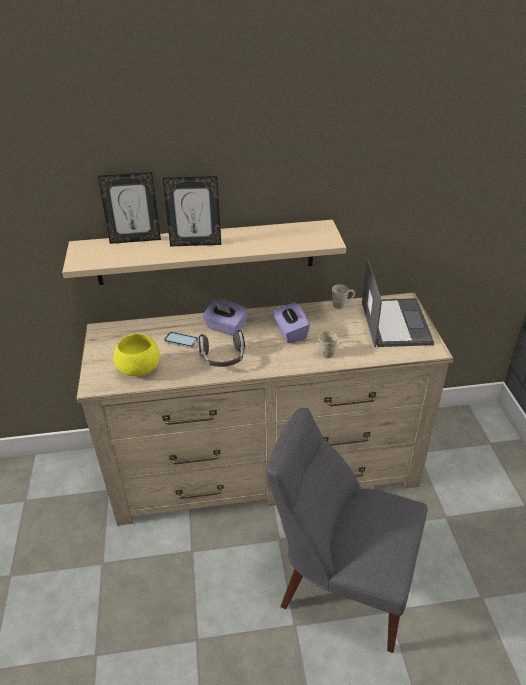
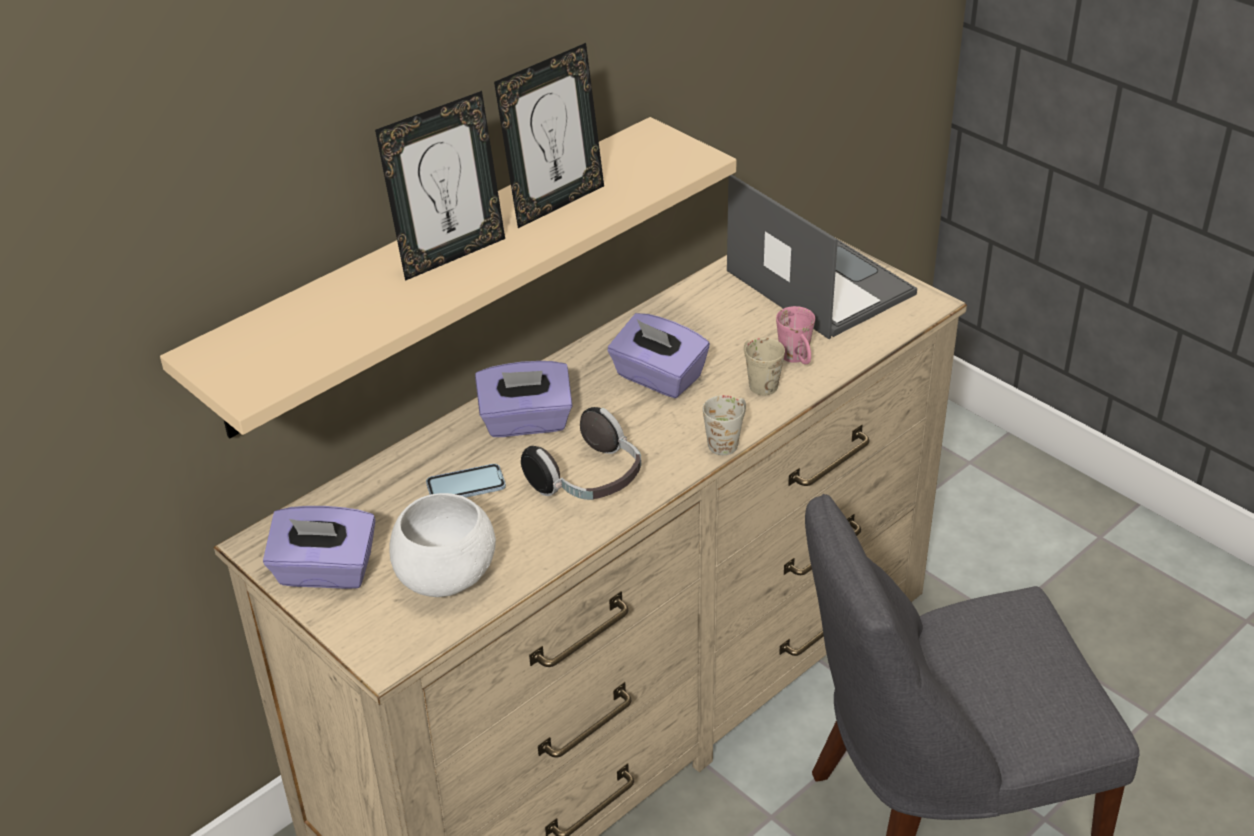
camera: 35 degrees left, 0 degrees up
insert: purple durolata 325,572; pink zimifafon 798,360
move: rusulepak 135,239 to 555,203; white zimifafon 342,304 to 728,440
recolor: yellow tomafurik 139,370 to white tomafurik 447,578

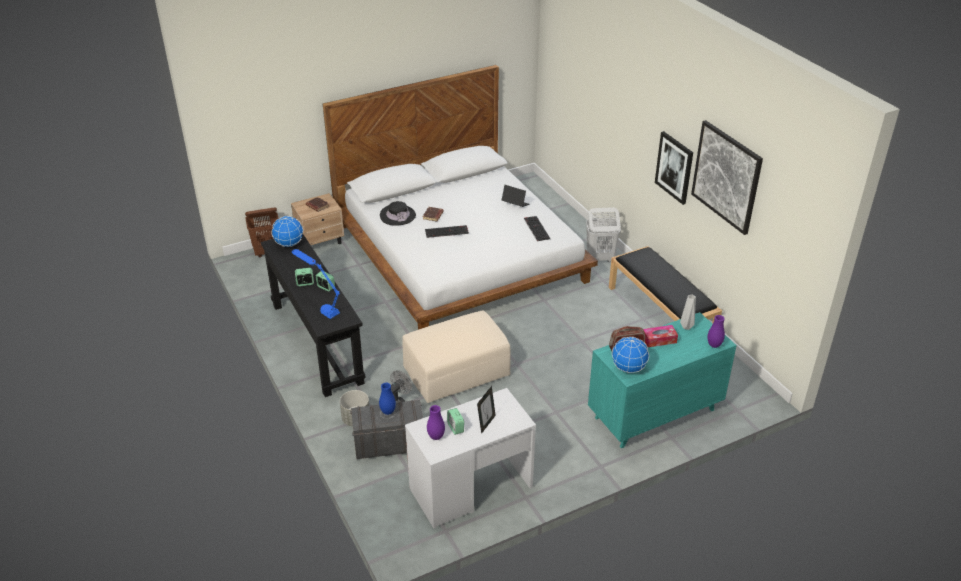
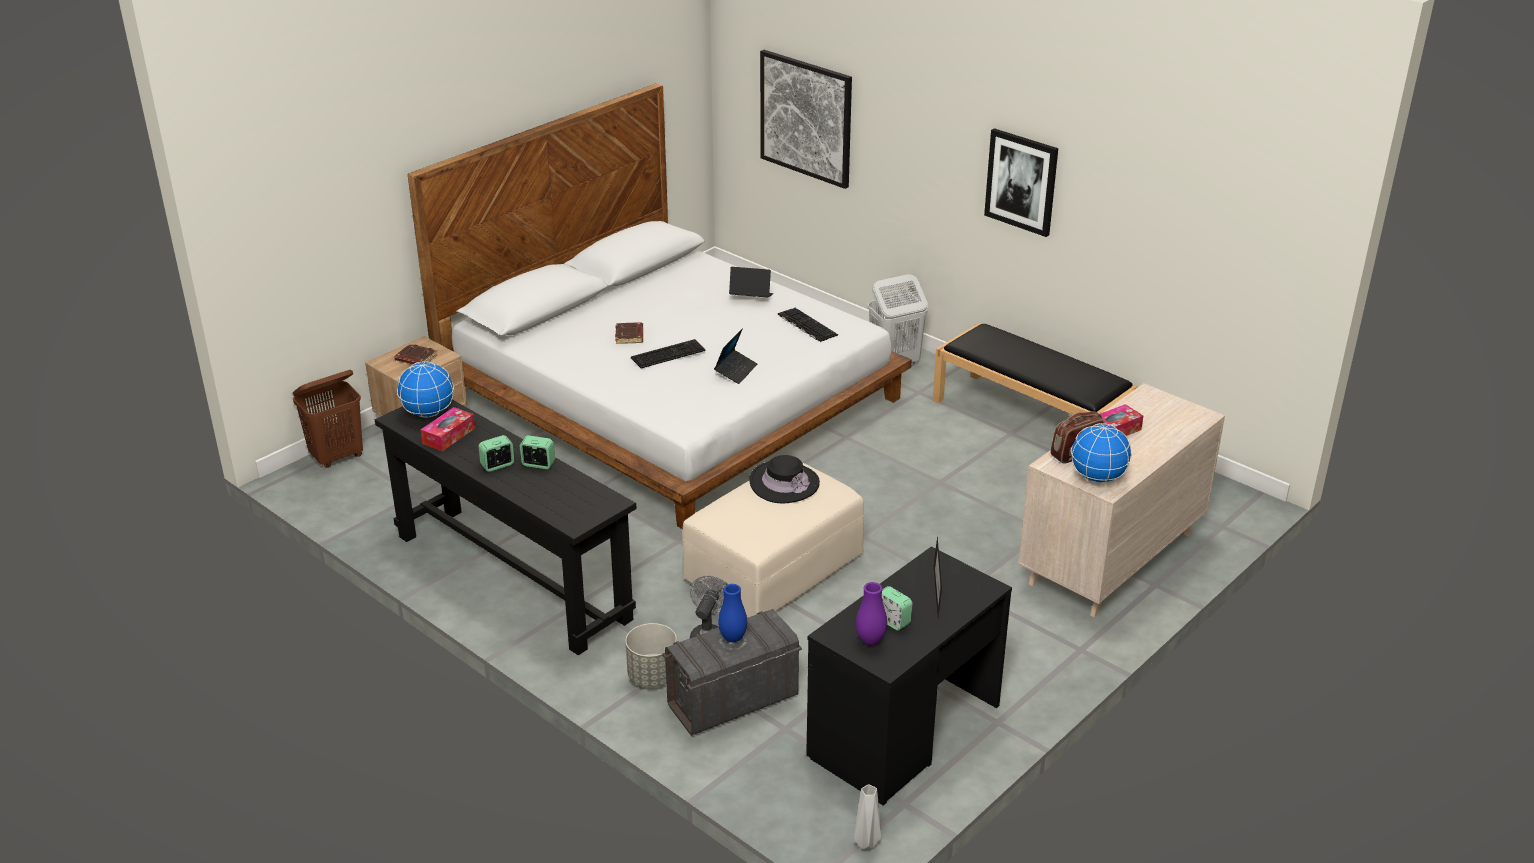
camera: 20 degrees left, 5 degrees down
delete: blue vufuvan 320,306; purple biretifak 714,345
insert: durolata 449,436; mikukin 736,371
move: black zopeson 397,215 to 784,483; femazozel 726,176 to 806,118; grey biretifak 687,326 to 867,843
recolor: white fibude 471,488 to black fibude 904,731; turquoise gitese 654,414 to beige gitese 1111,559

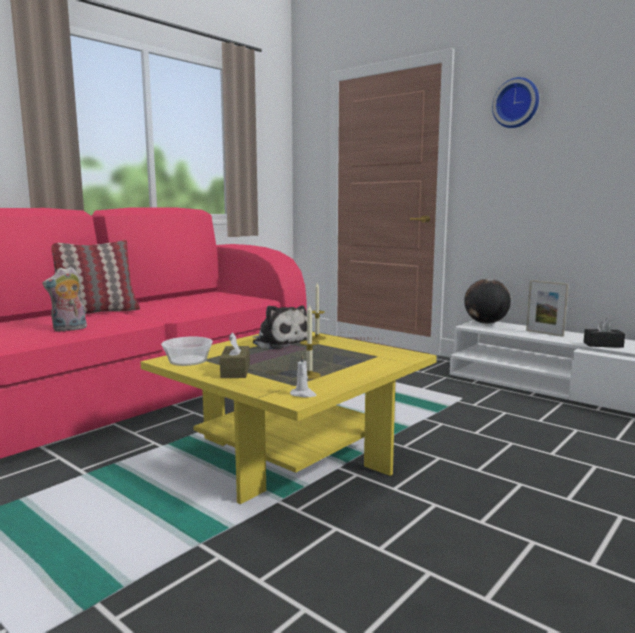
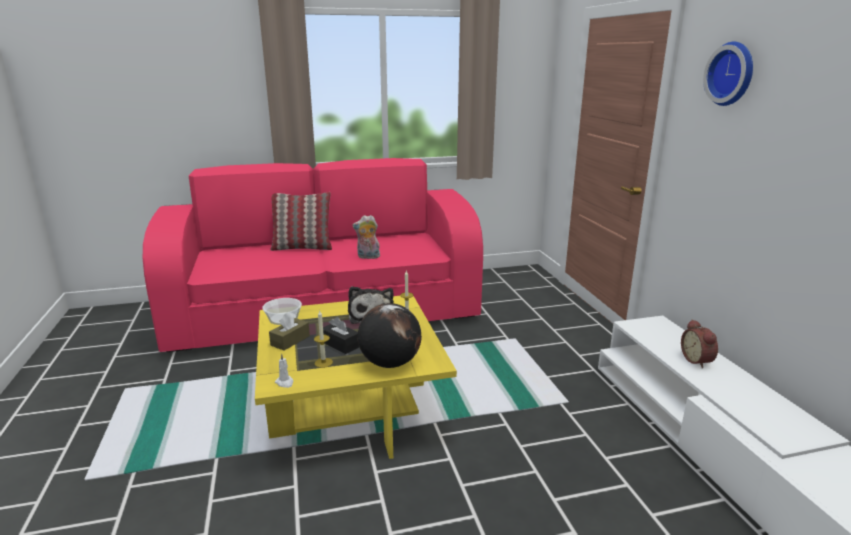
camera: 35 degrees right, 10 degrees up
move: black durolata 603,345 to 340,344; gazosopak 69,329 to 368,257; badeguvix 485,323 to 389,363
replace: rusulepak 544,333 to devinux 698,360

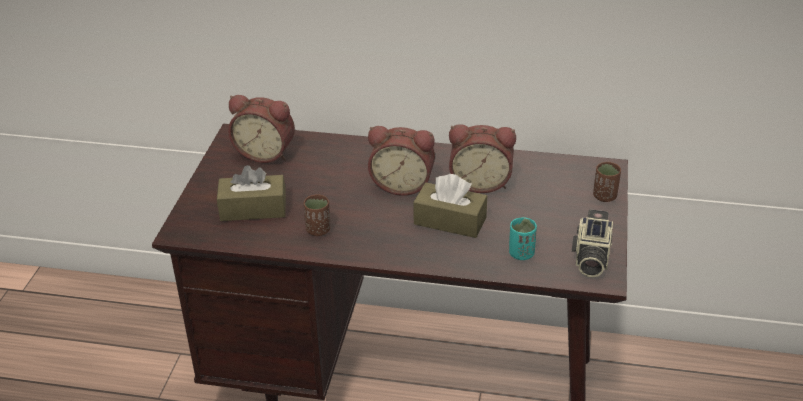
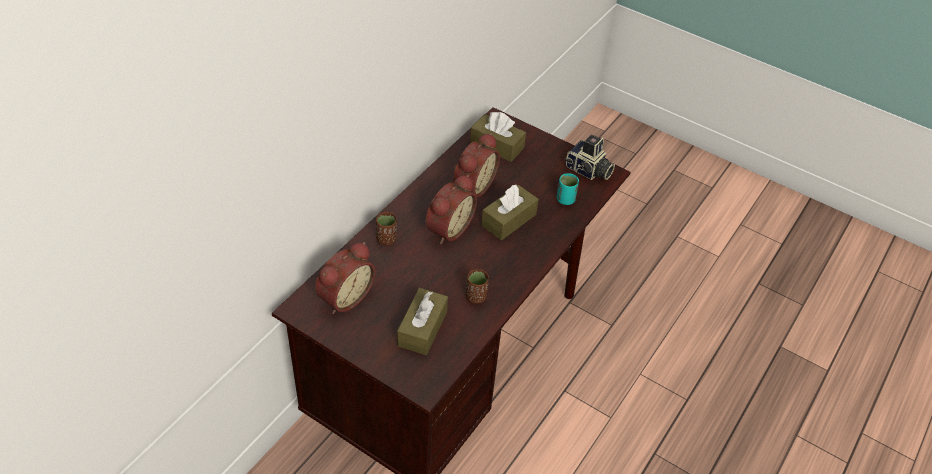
camera: 70 degrees left, 10 degrees up
insert: brown durolata 497,145
move: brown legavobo 604,196 to 386,239

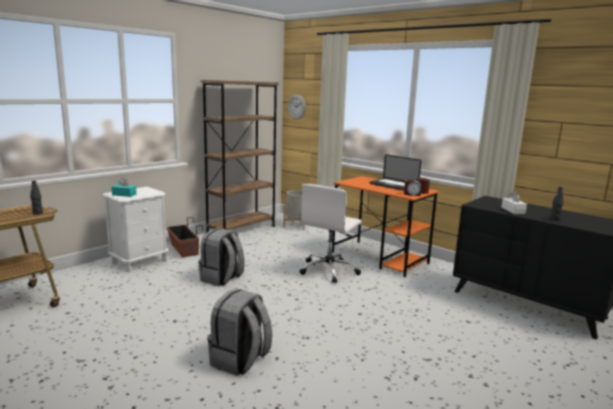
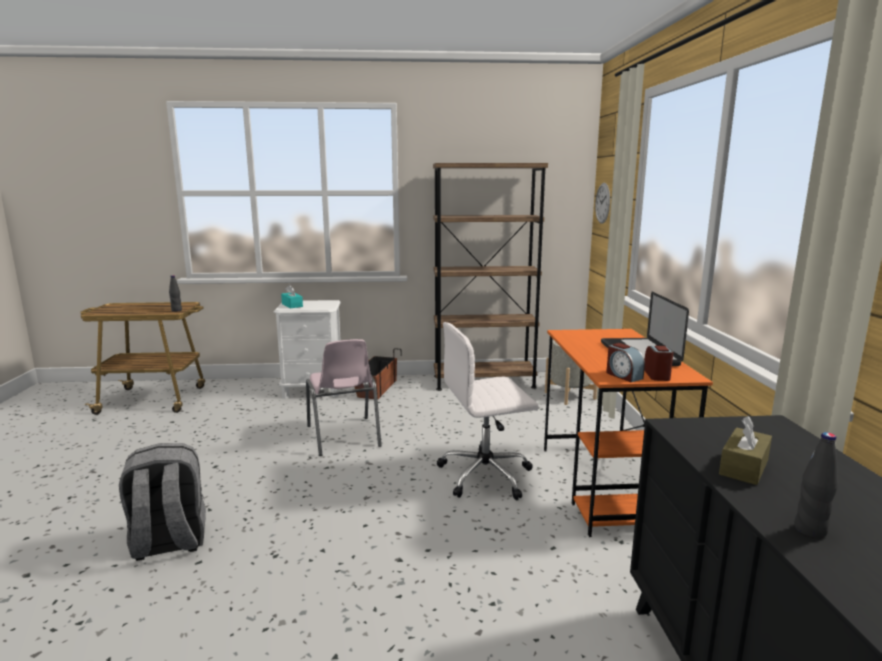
camera: 45 degrees right, 0 degrees up
replace: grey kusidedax 222,279 to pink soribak 343,436
recolor: white durolata 513,210 to brown durolata 744,467

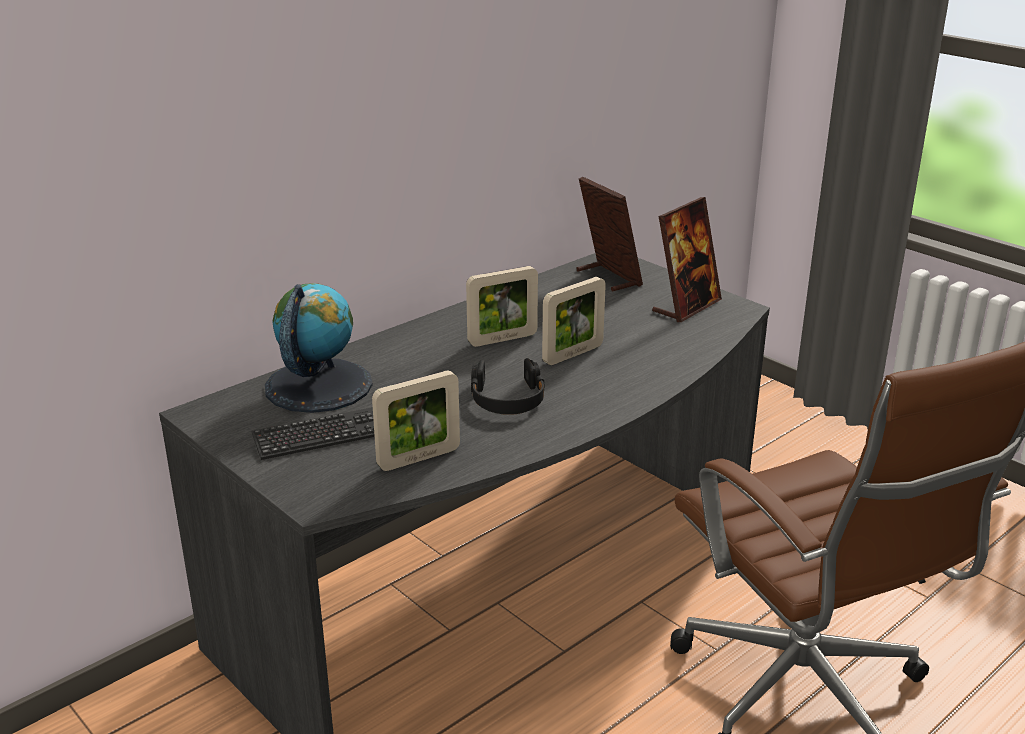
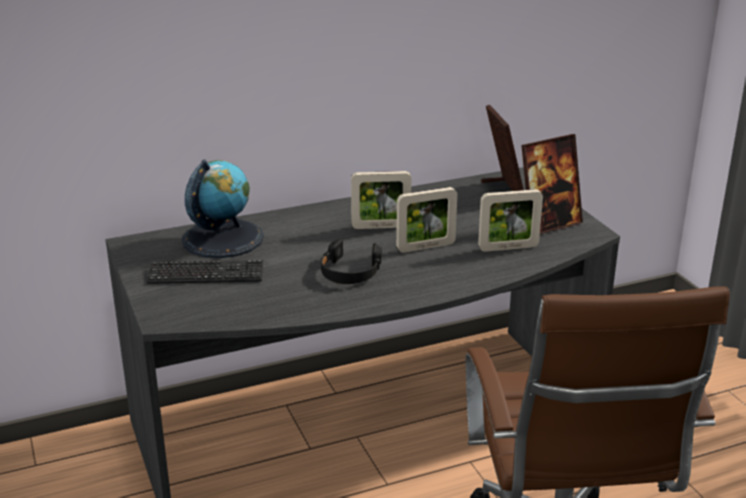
camera: 20 degrees right, 0 degrees up
move: rusulepak 419,458 to 508,248

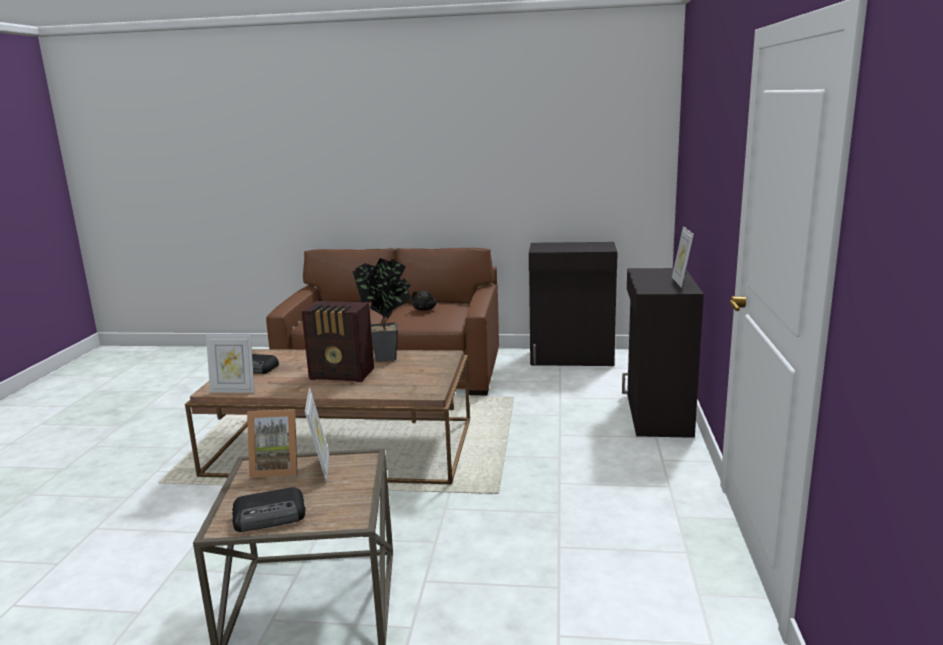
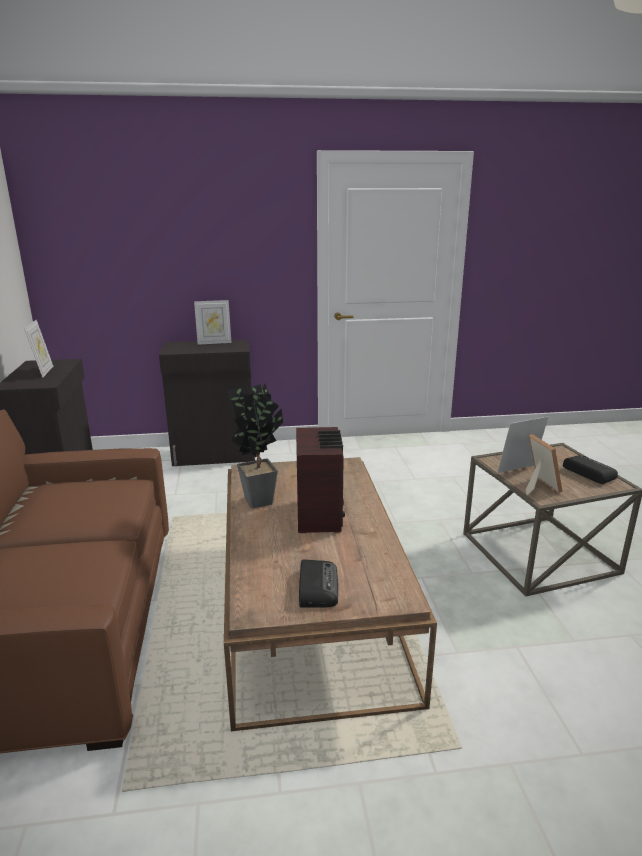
camera: 105 degrees left, 5 degrees up
delete: black gazosopak 424,309
move: rusulepak 234,390 to 43,372

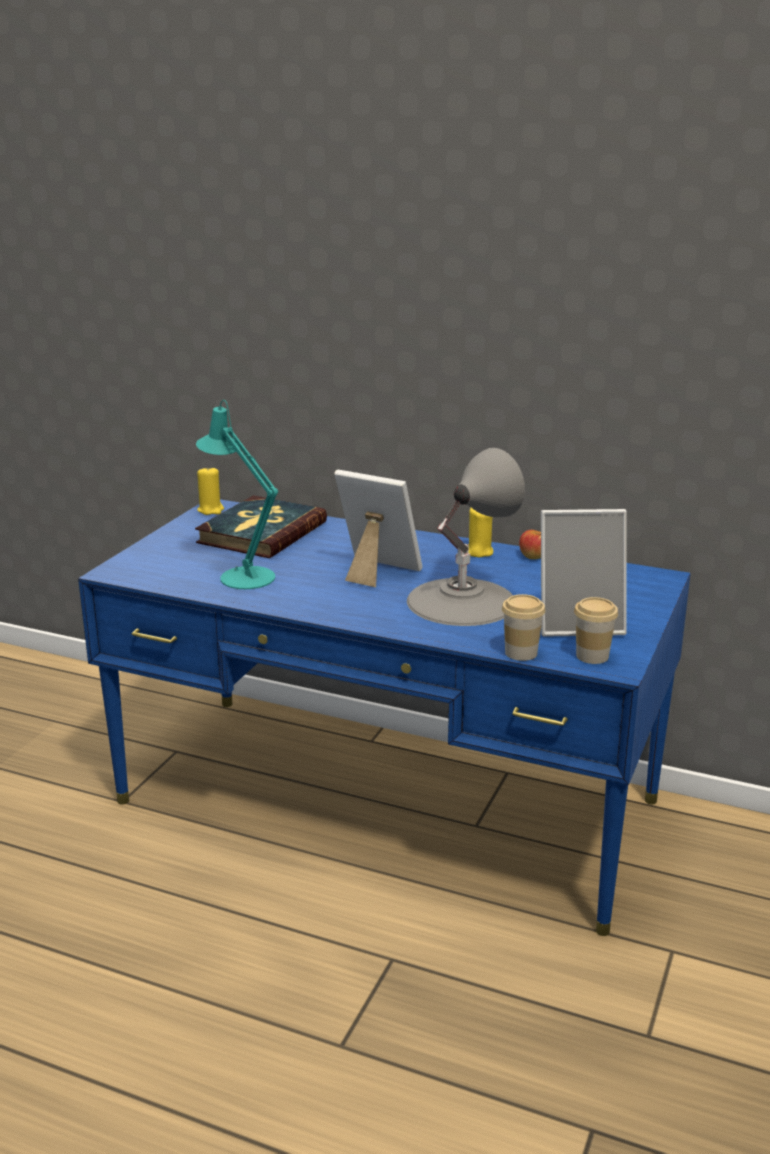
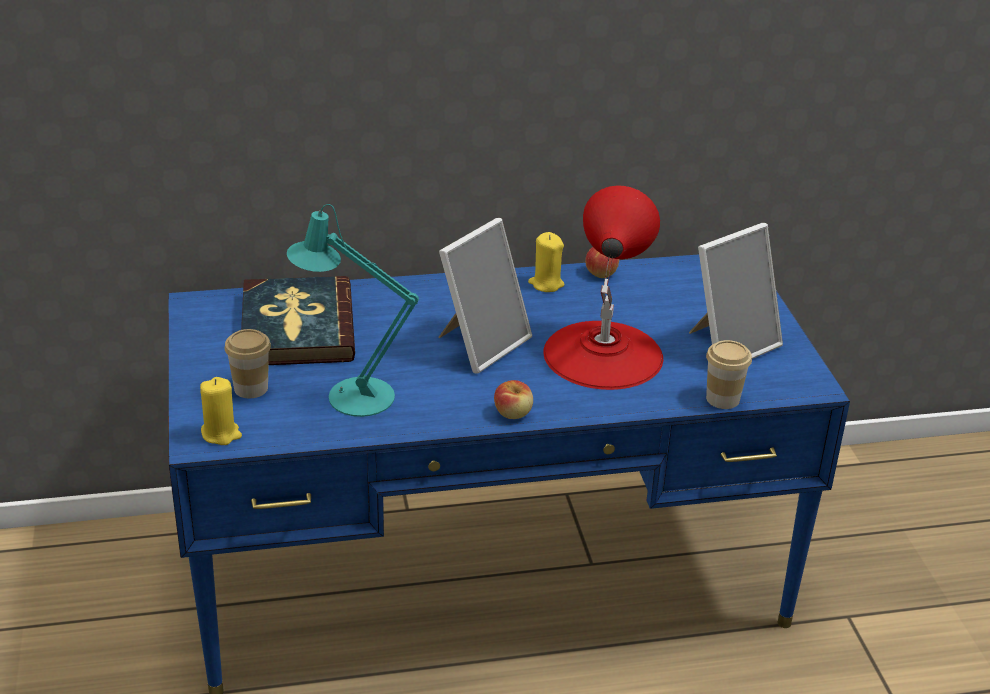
camera: 35 degrees left, 10 degrees up
insert: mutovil 513,413
move: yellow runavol 211,510 to 221,434; legavobo 592,656 to 251,388
recolor: grey vufuvan 461,601 to red vufuvan 602,354
rotate: rusulepak 375,572 = 481,344 135 degrees clockwise

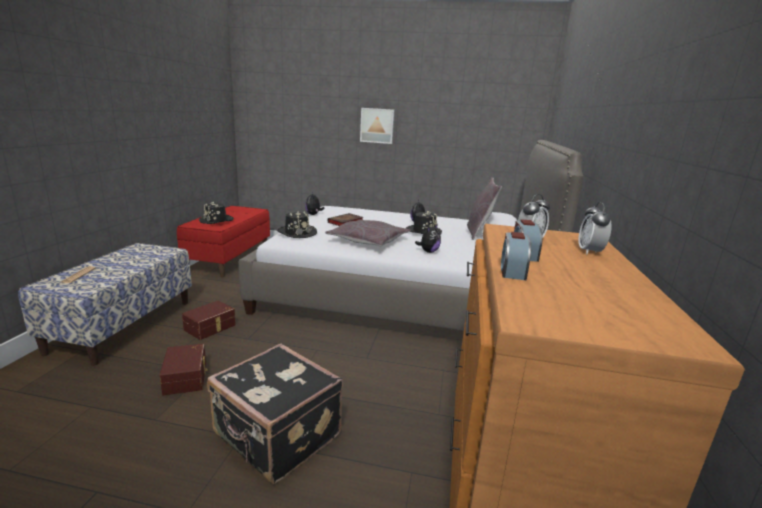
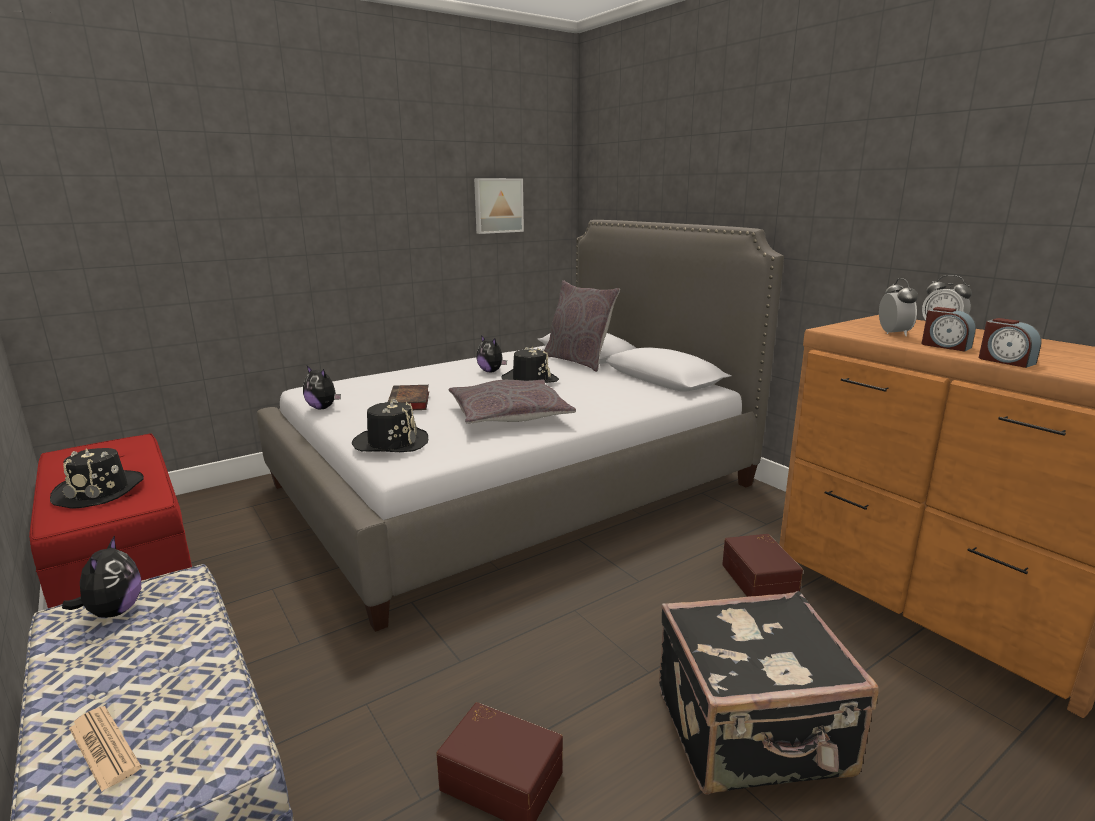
camera: 45 degrees left, 0 degrees up
move: gazosopak 428,251 to 113,612; femazozel 377,125 to 498,205; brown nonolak 210,327 to 760,580

